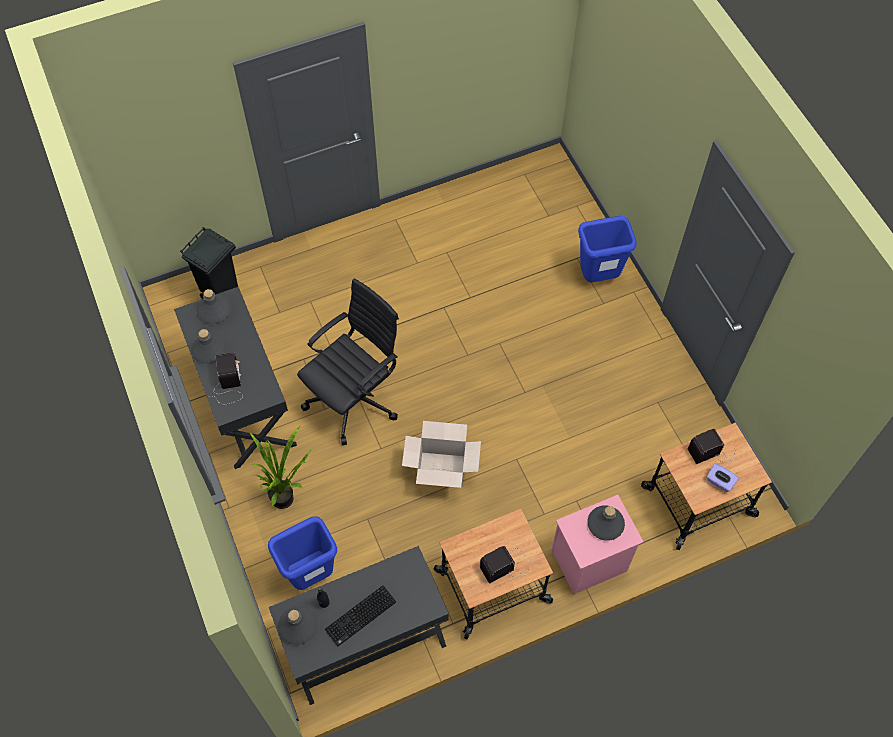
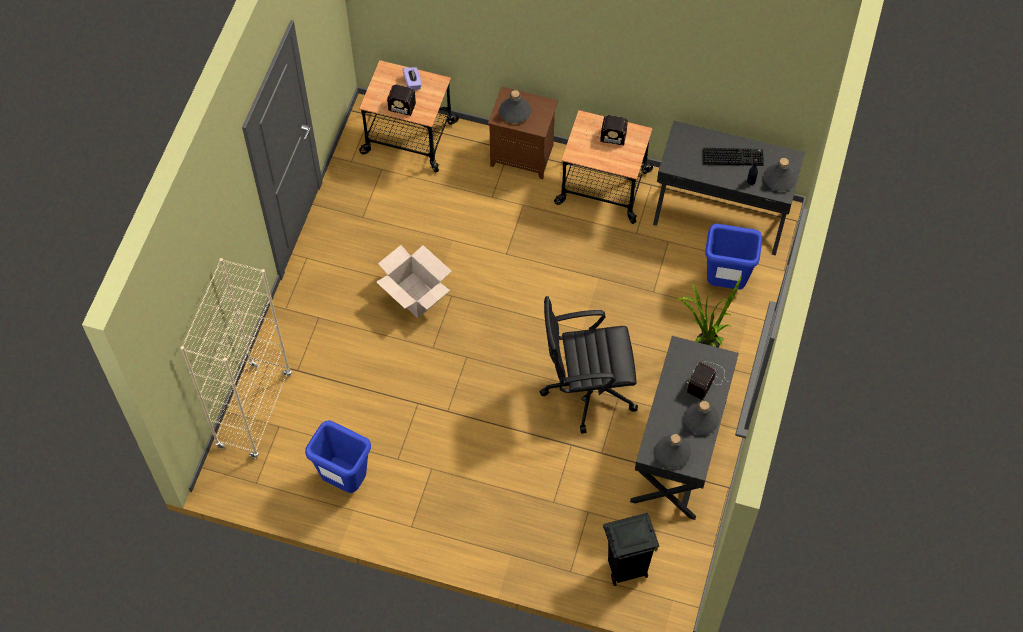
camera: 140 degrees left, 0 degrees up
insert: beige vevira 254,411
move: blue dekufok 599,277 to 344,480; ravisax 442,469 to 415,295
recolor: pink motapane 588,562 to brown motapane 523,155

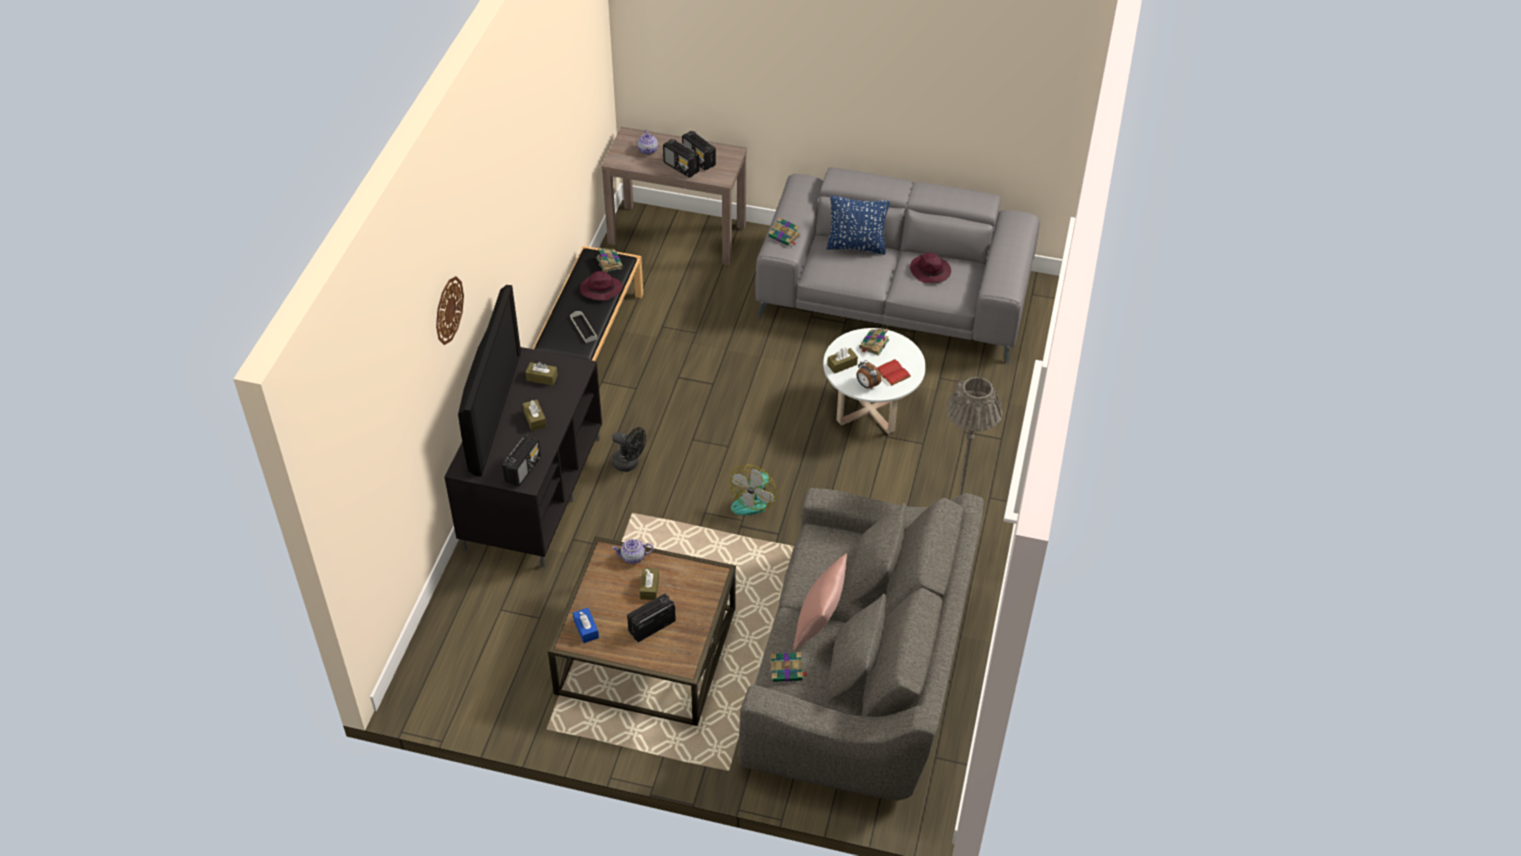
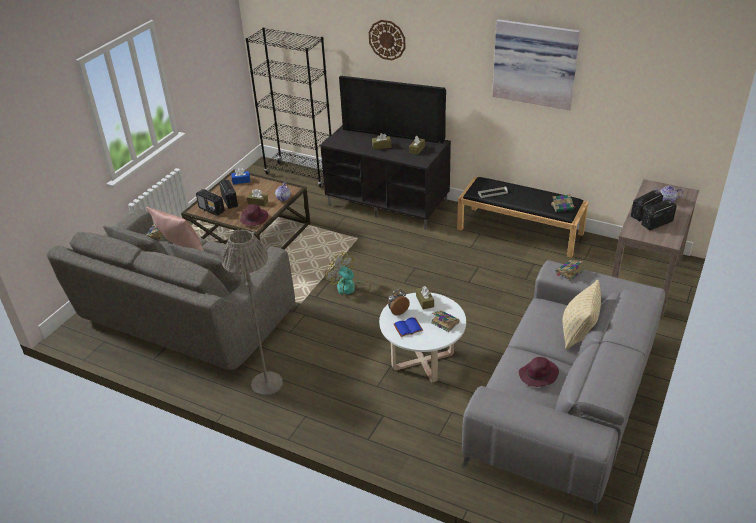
camera: 105 degrees right, 10 degrees down
delete: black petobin 629,463
insert: black vevira 300,175; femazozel 535,63
move: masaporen 523,469 to 211,210; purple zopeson 600,290 to 254,218
recolor: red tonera 891,373 to blue tonera 408,327; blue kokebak 856,246 to beige kokebak 578,333

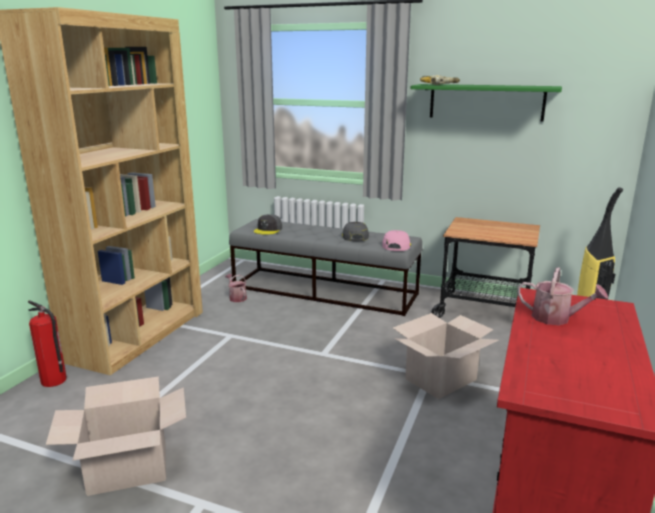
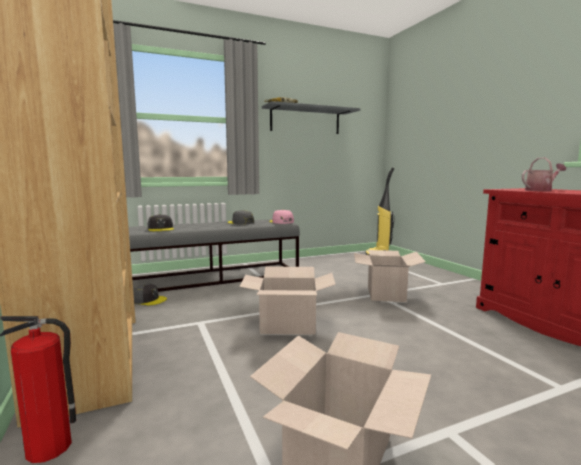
camera: 45 degrees left, 10 degrees down
delete: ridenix 484,310
insert: ravisax 288,324
replace: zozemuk 236,297 to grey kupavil 148,300
recolor: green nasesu 486,102 to grey nasesu 305,121

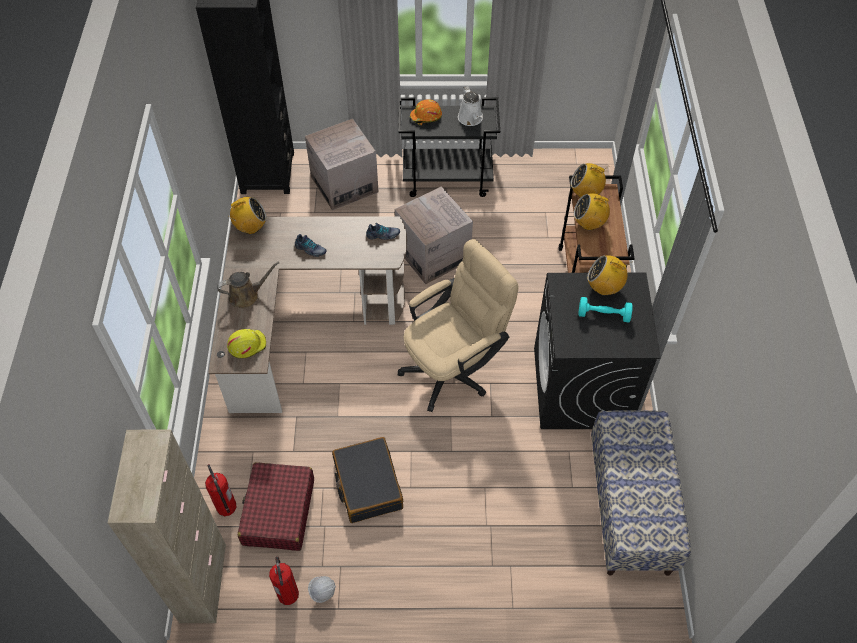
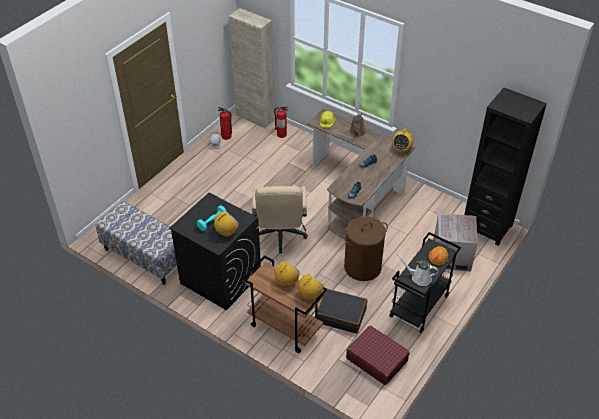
camera: 125 degrees right, 10 degrees down
move: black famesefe 367,485 to 341,315; red famesefe 278,512 to 376,359
replace: ravisax 433,254 to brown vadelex 362,267

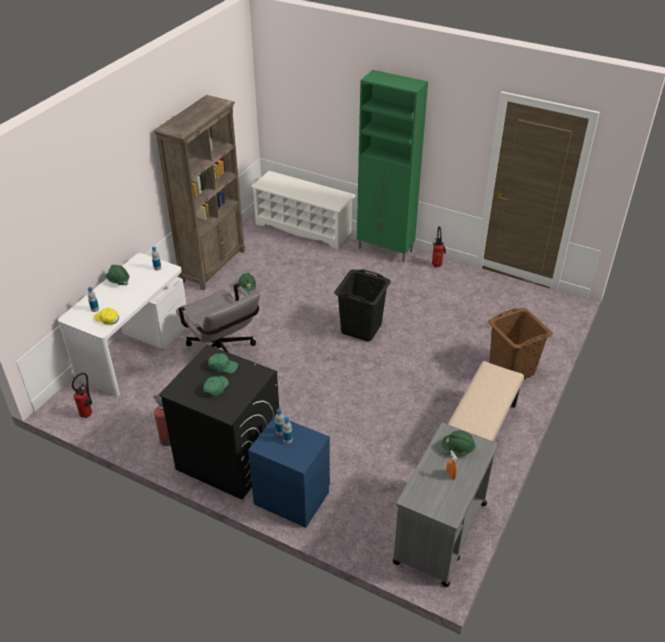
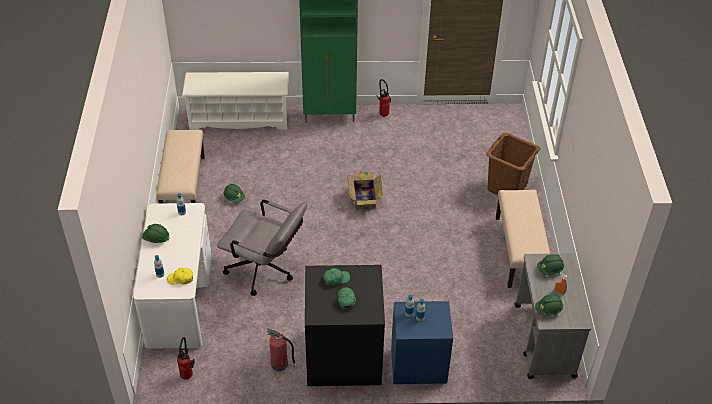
camera: 30 degrees left, 5 degrees up
insert: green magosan 548,310
replace: brown vevira 213,265 to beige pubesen 183,187; black vadelex 361,328 to ravisax 364,198

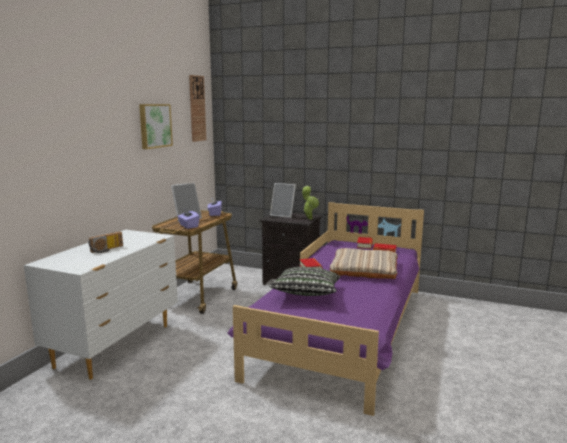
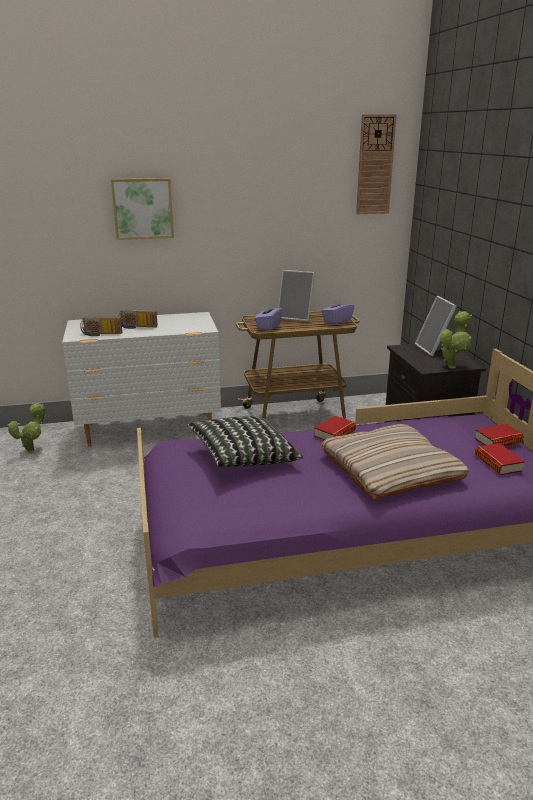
camera: 55 degrees right, 10 degrees up
insert: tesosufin 33,450; masaporen 101,334
move: femazozel 154,125 to 143,208

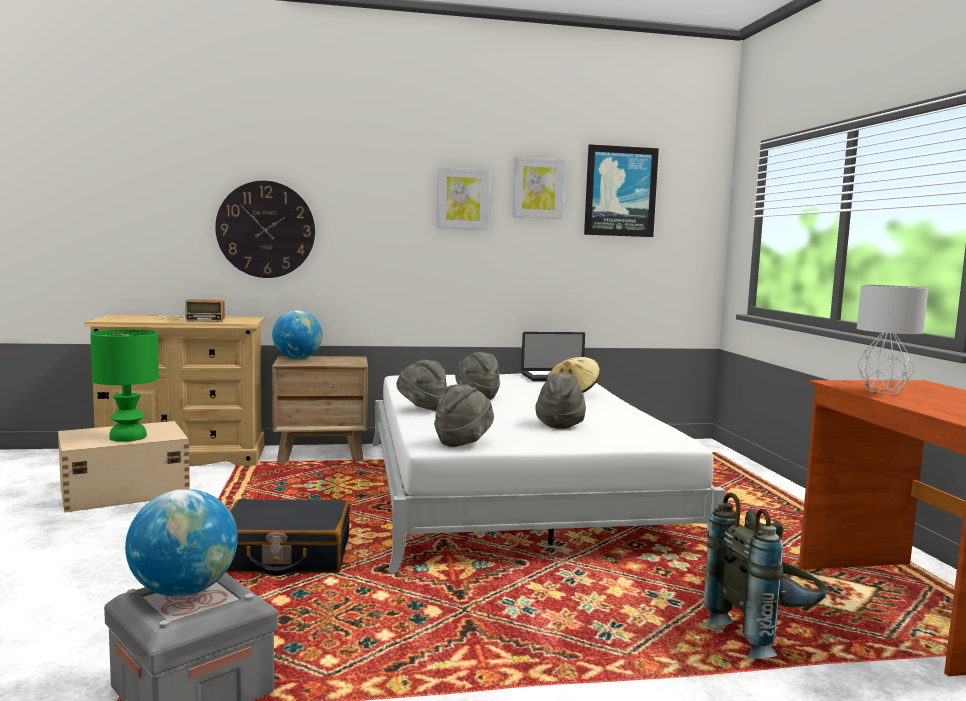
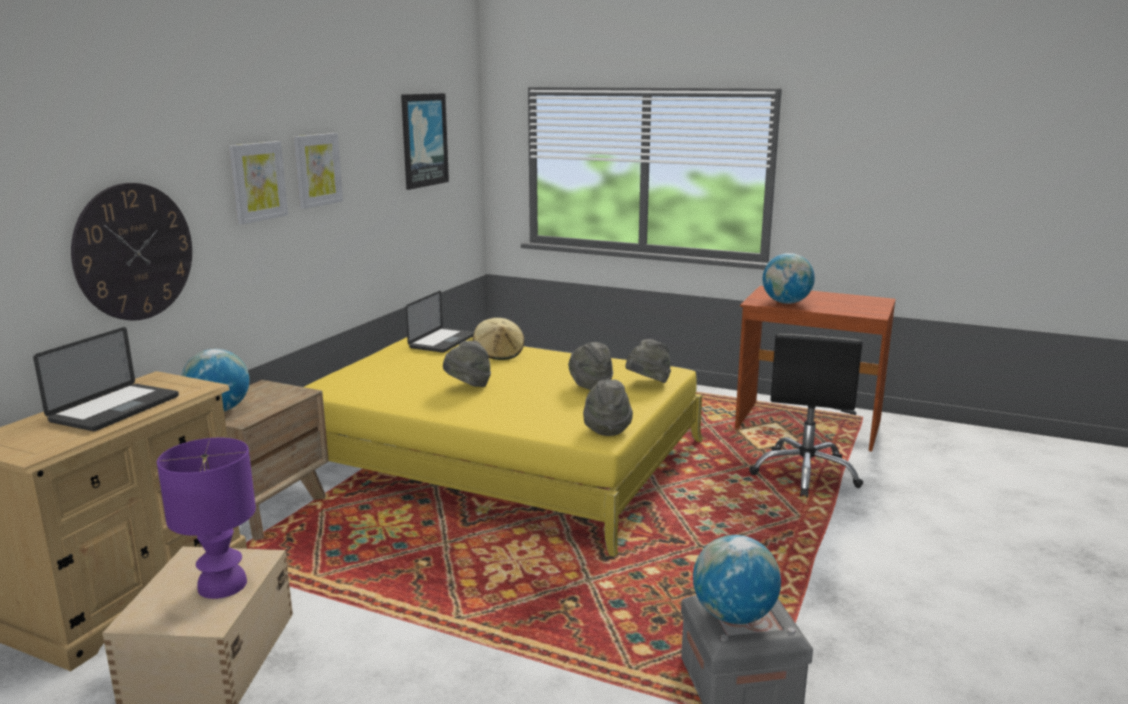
camera: 55 degrees left, 10 degrees up
delete: black famesefe 285,555
move: femazozel 538,188 to 257,181; grey zopeson 422,408 to 647,384
replace: masaporen 187,319 to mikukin 115,409; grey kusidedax 763,637 to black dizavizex 805,473; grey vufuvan 881,390 to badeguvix 786,302
recolor: green vufuvan 127,437 to purple vufuvan 221,586; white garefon 513,490 to yellow garefon 501,458

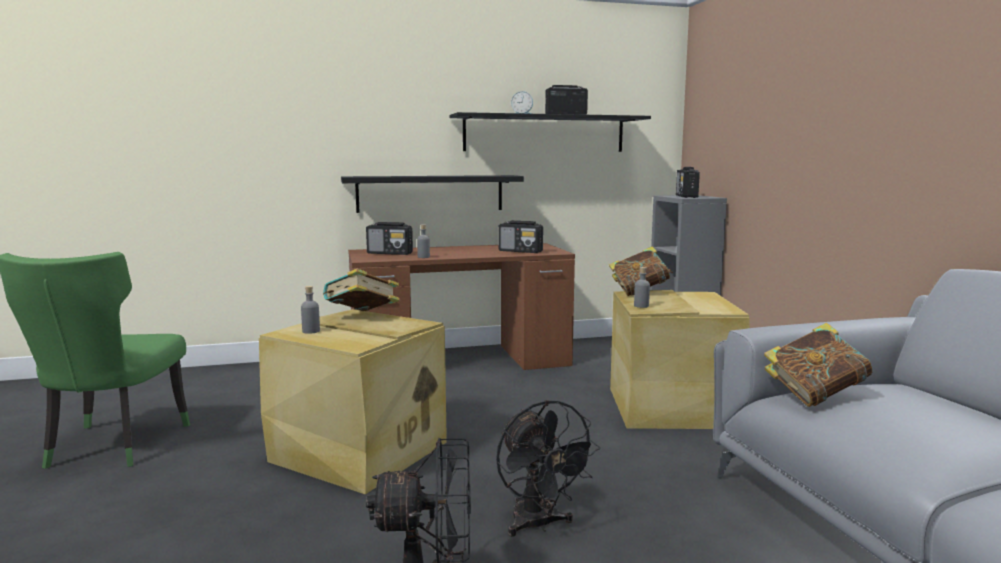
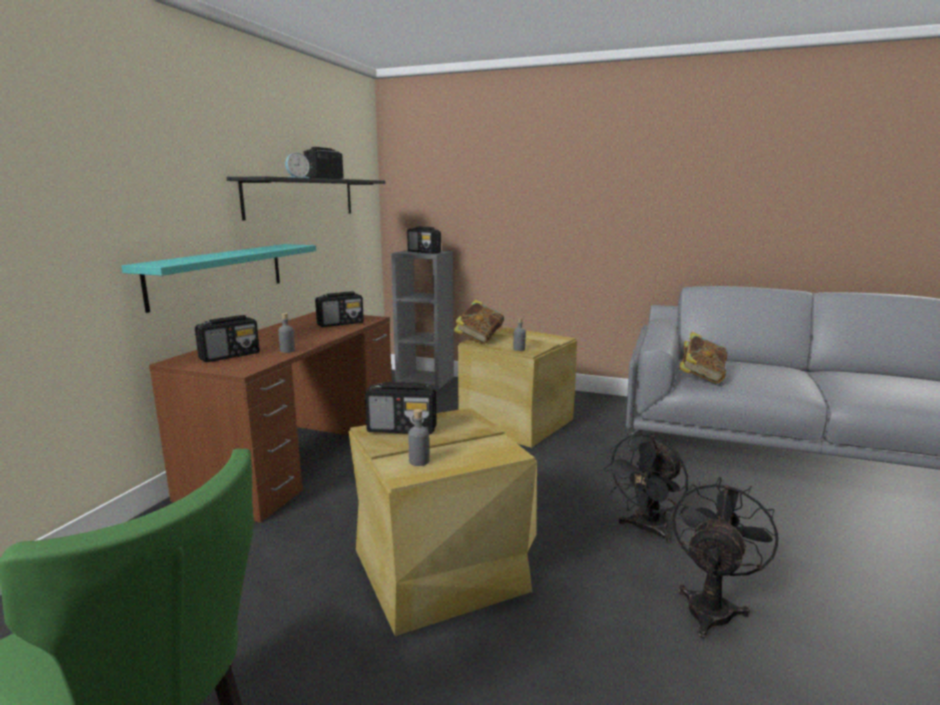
camera: 55 degrees left, 5 degrees up
replace: tonera 362,316 to masaporen 402,429
recolor: black nasesu 430,193 to turquoise nasesu 218,274
rotate: black petobin 539,525 = 645,530 120 degrees clockwise

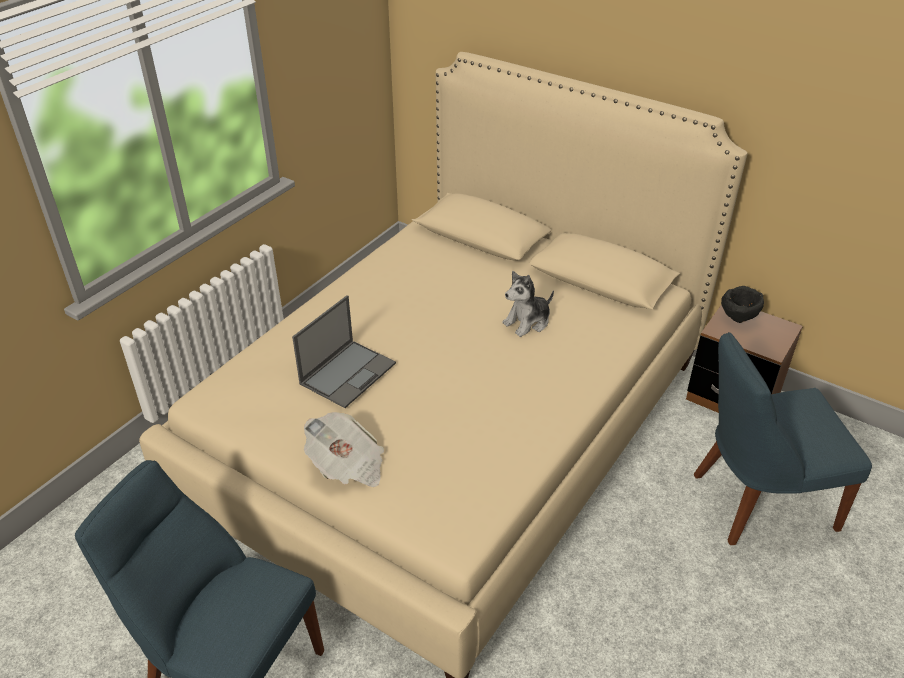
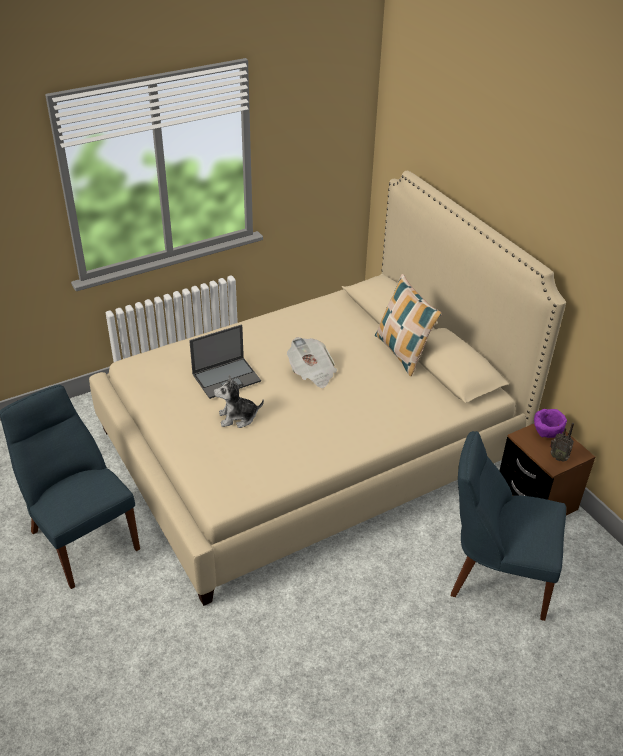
camera: 25 degrees right, 0 degrees up
insert: kokebak 402,353; masaporen 558,457
move: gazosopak 527,322 to 238,417; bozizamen 347,465 to 312,373
recolor: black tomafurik 738,318 to purple tomafurik 546,434

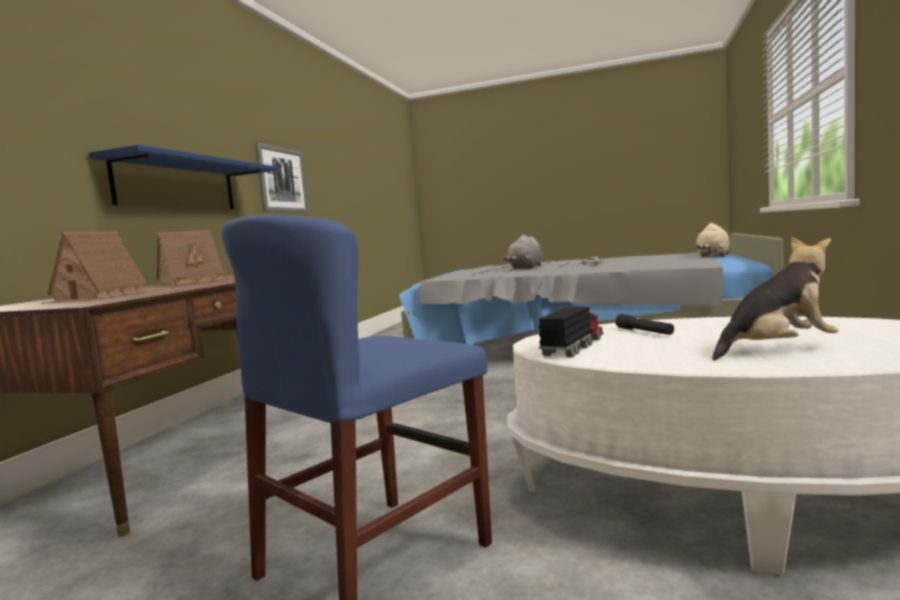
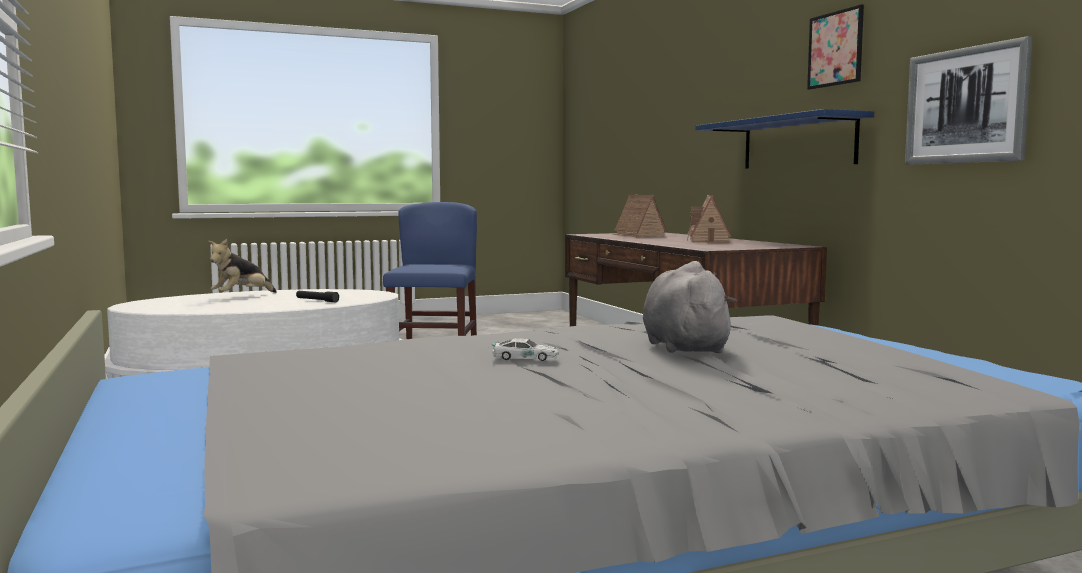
camera: 140 degrees right, 0 degrees up
delete: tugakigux 574,346; beige gazosopak 713,257
insert: femazozel 835,48

